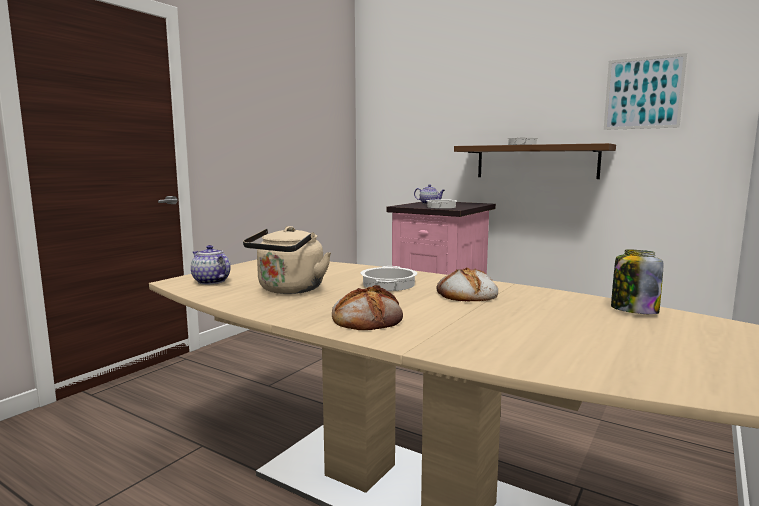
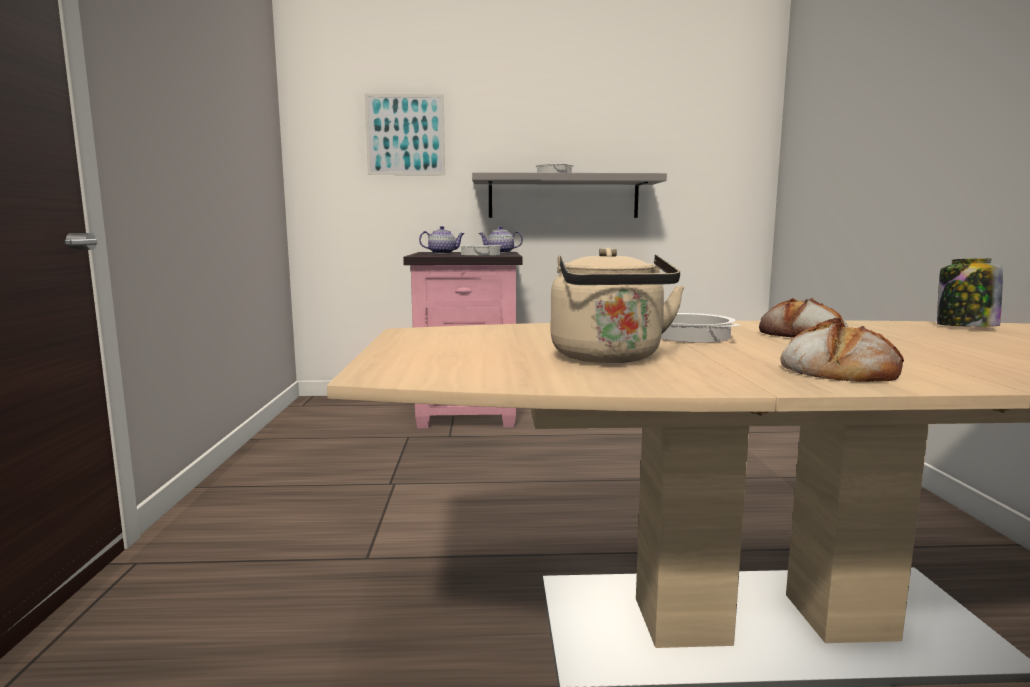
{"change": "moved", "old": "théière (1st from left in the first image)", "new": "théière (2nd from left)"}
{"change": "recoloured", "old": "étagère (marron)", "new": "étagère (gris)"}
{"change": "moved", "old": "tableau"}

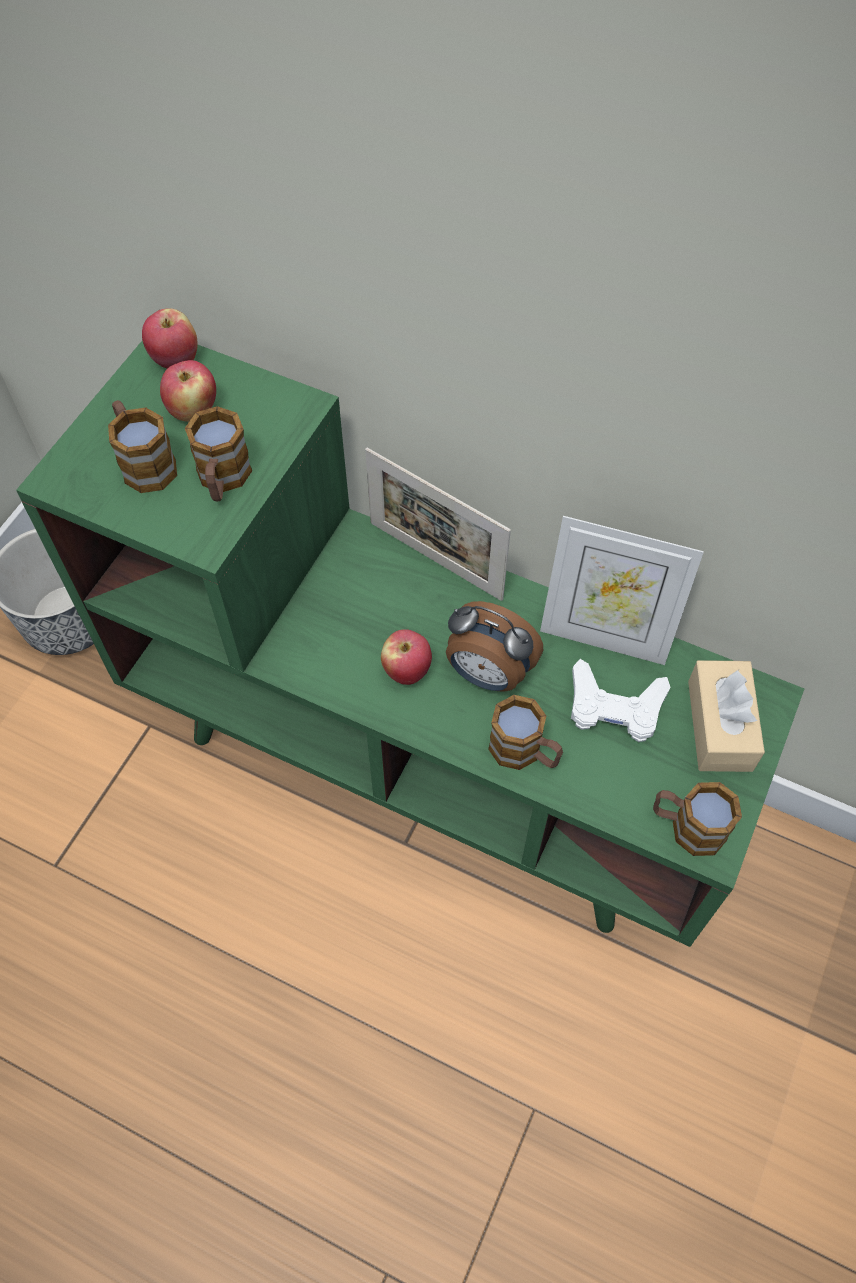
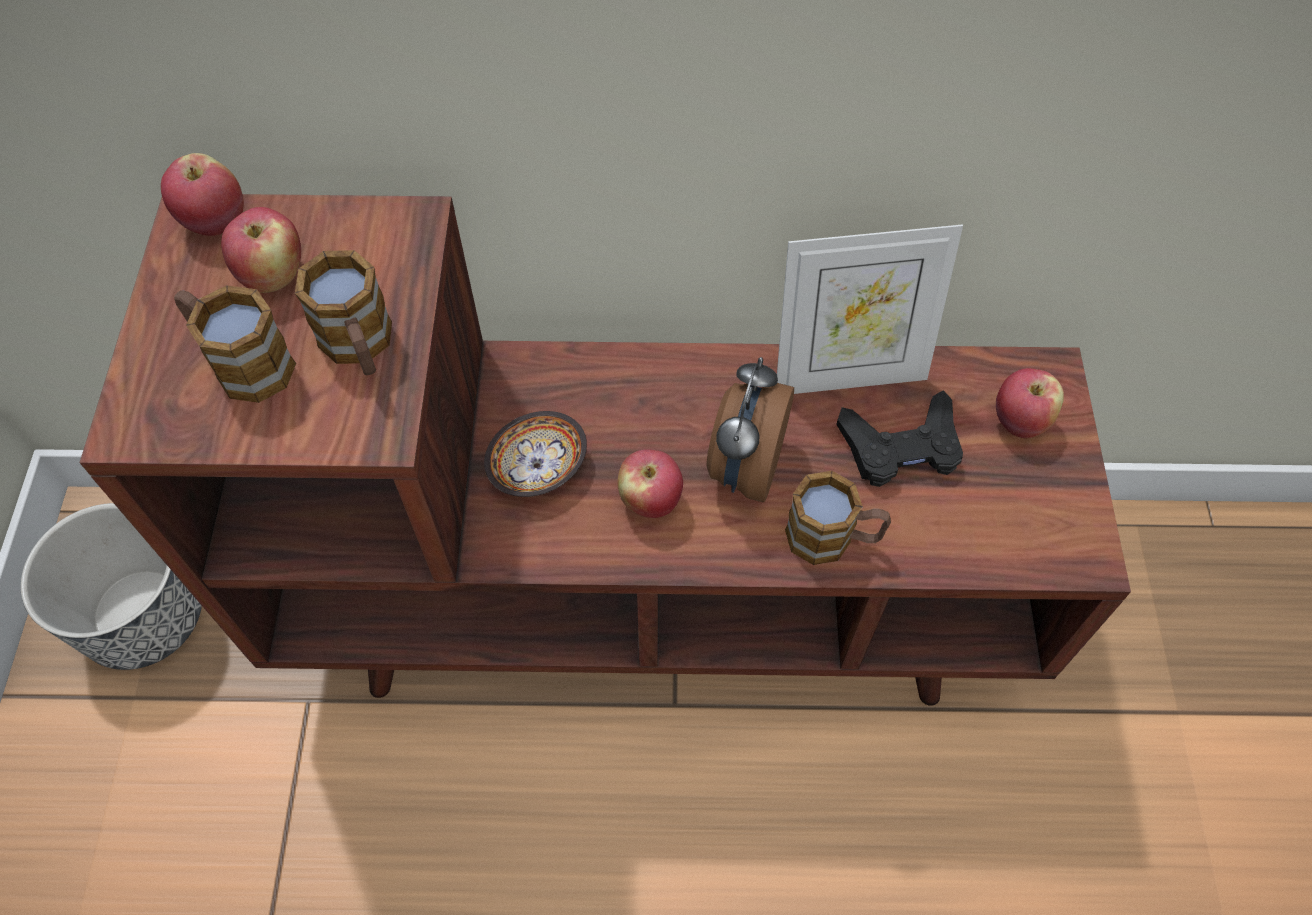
{"change": "recoloured", "old": "meuble télé (vert)", "new": "meuble télé (marron)"}
{"change": "removed", "old": "cadre photo (1st from left)"}
{"change": "turned", "old": "réveil", "degrees": 105}
{"change": "recoloured", "old": "manette (blanc)", "new": "manette (noir)"}
{"change": "removed", "old": "mug (4th from left)"}
{"change": "replaced", "old": "boîte à mouchoirs (beige)", "new": "pomme (4th from left)"}
{"change": "added", "new": "bol"}

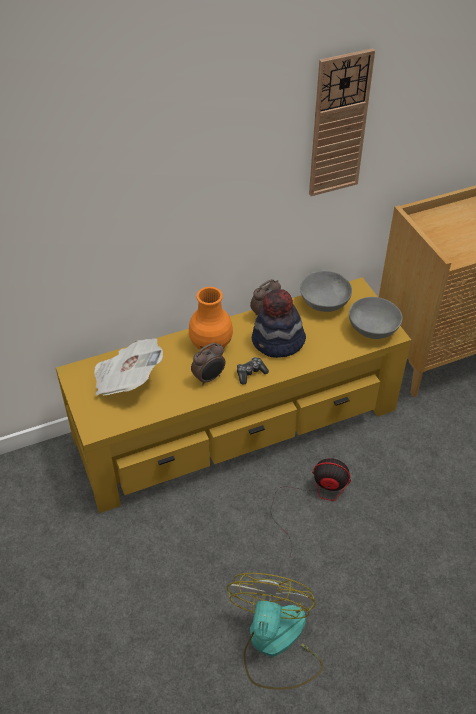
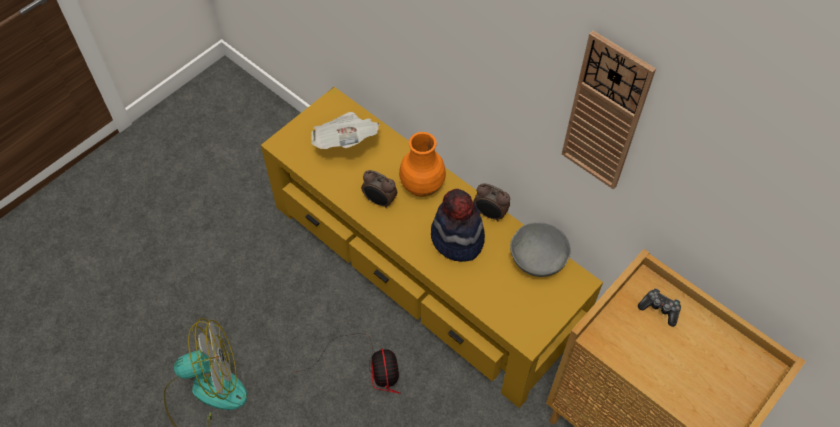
{"change": "moved", "old": "manette"}
{"change": "removed", "old": "bol (gris) (2nd from left)"}

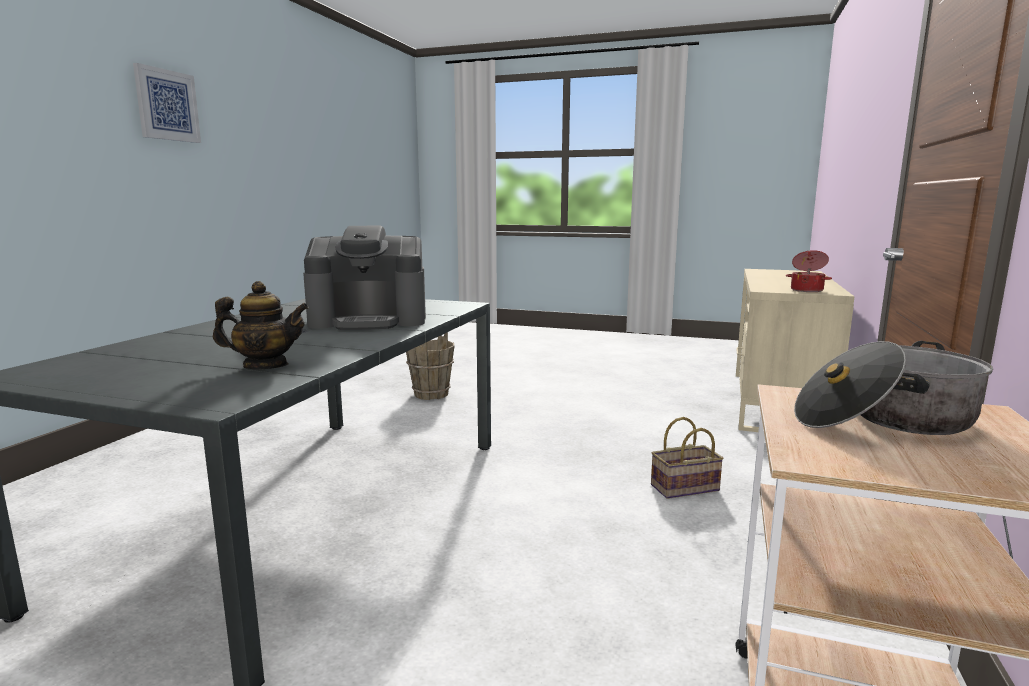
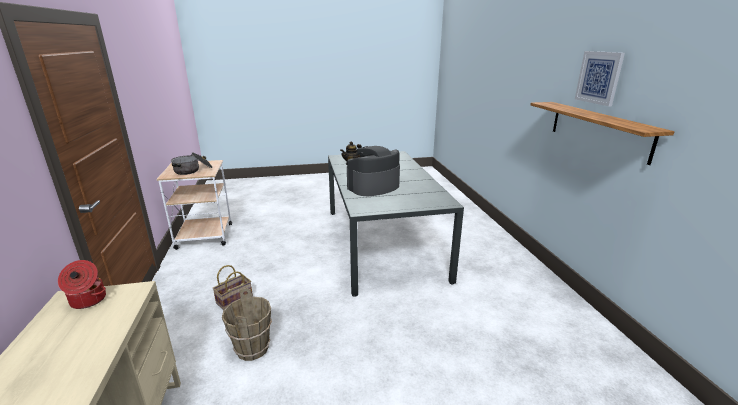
{"change": "moved", "old": "seau (marron)"}
{"change": "added", "new": "étagère"}

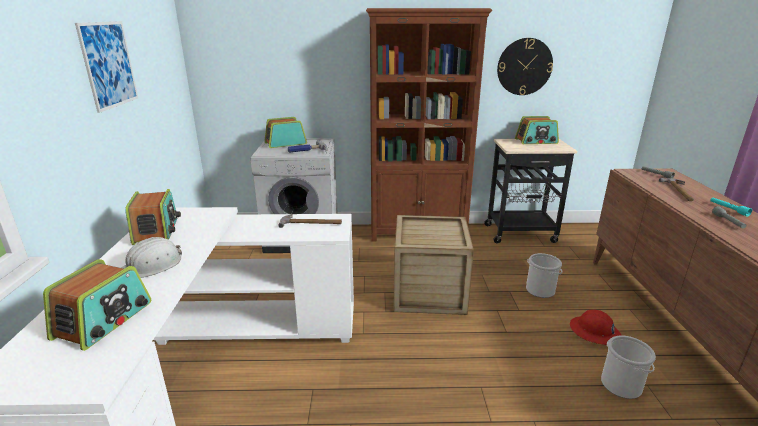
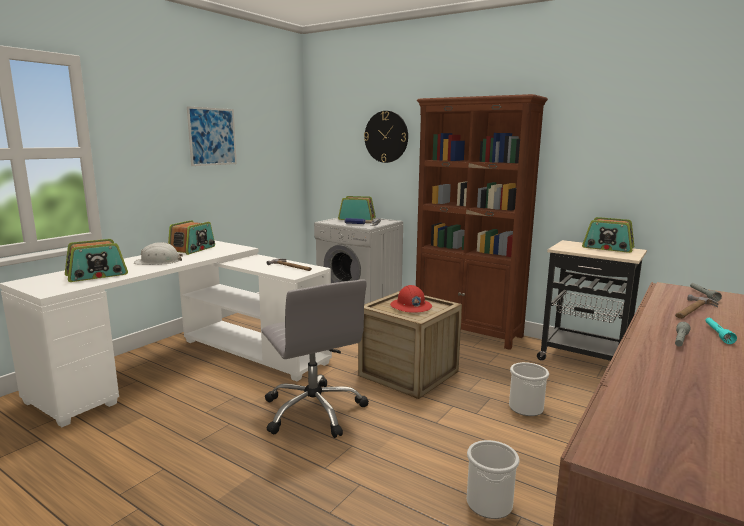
{"change": "moved", "old": "horloge murale"}
{"change": "moved", "old": "casque de chantier (rouge)"}
{"change": "added", "new": "chaise de bureau (gris)"}

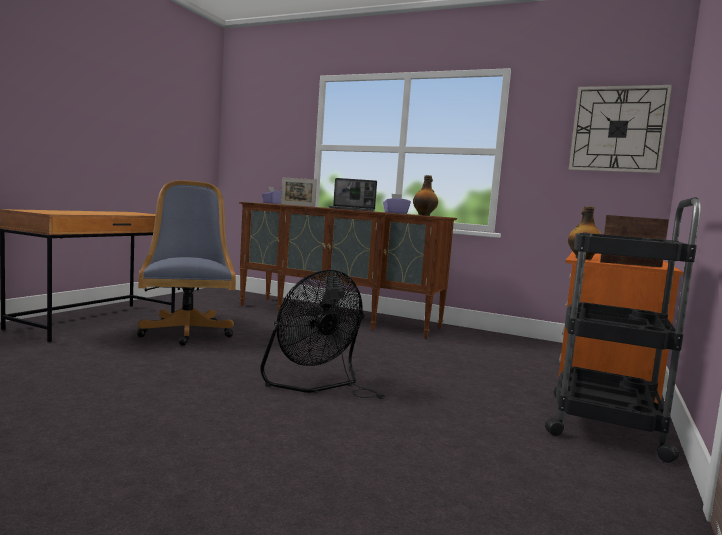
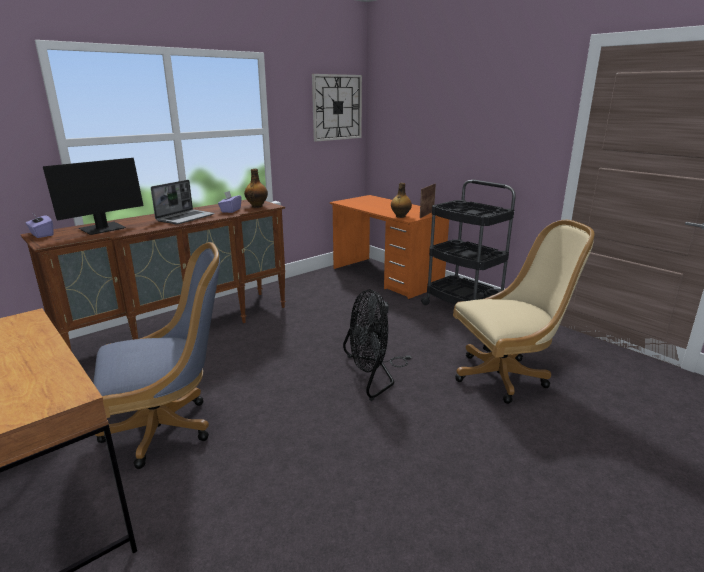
{"change": "turned", "old": "chaise de bureau (bleu)", "degrees": 150}
{"change": "replaced", "old": "cadre photo (1st from left)", "new": "écran d'ordinateur"}
{"change": "added", "new": "chaise de bureau (beige)"}

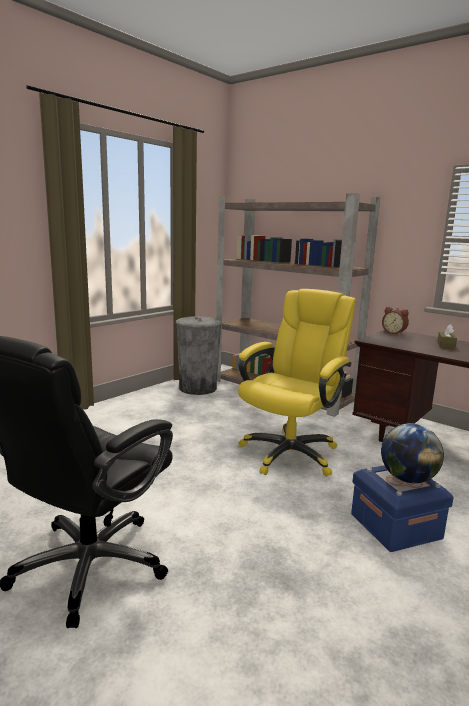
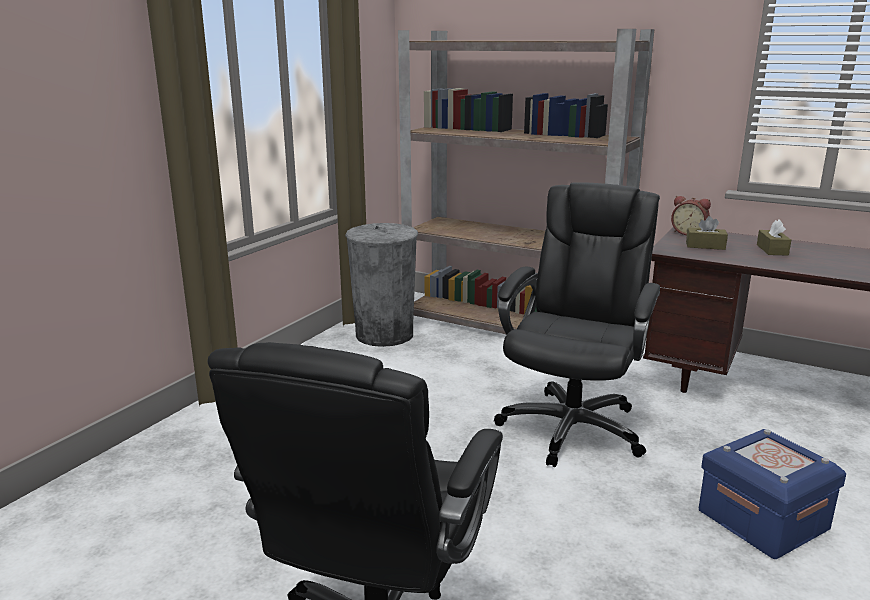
{"change": "recoloured", "old": "chaise de bureau (jaune)", "new": "chaise de bureau (noir) (2nd from left)"}
{"change": "removed", "old": "globe"}
{"change": "added", "new": "boîte à mouchoirs (marron) (1st from left)"}

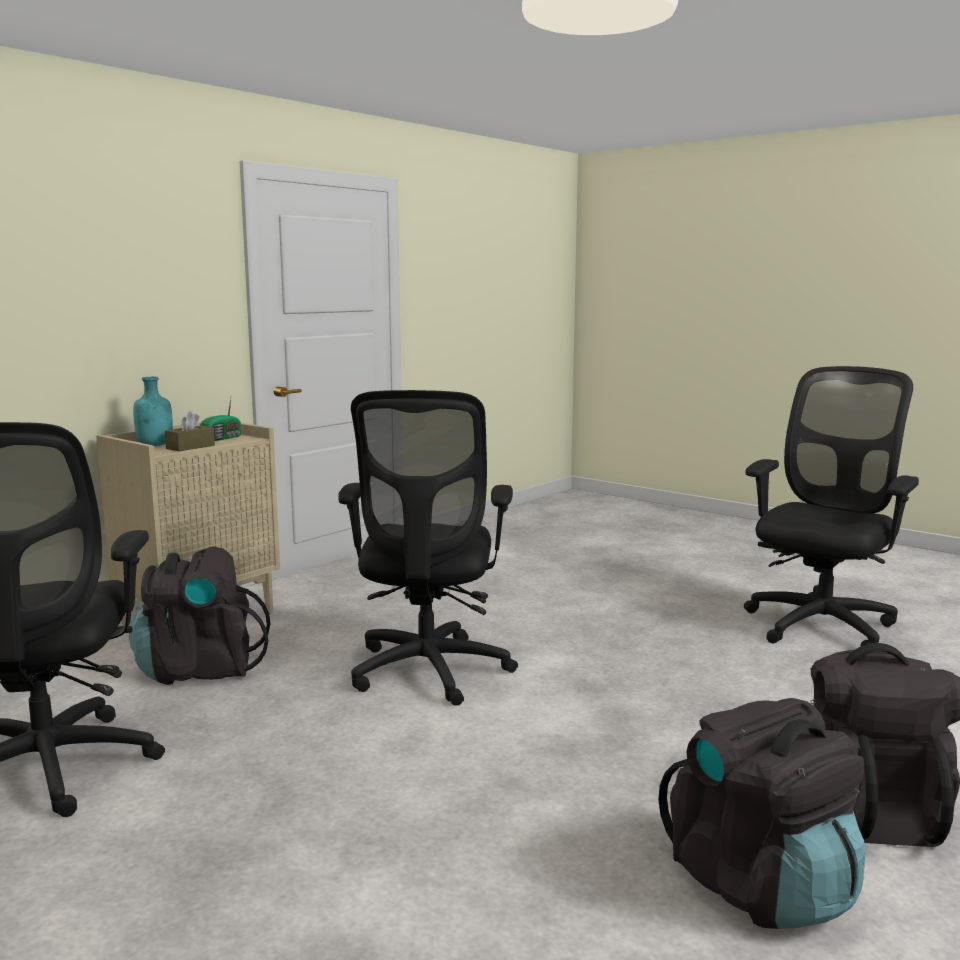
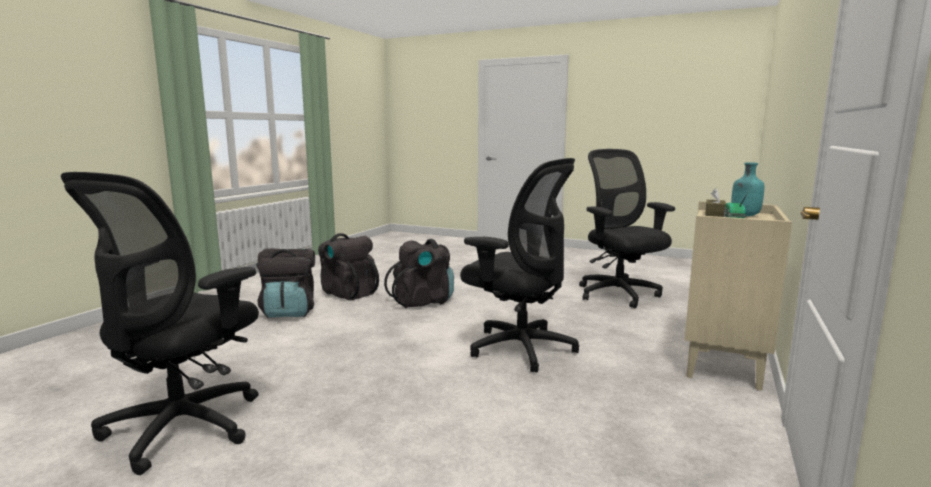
{"change": "moved", "old": "sac à dos (noir) (1st from left in the first image)", "new": "sac à dos (noir) (3rd from left)"}
{"change": "turned", "old": "chaise de bureau (noir) (2nd from left)", "degrees": 135}

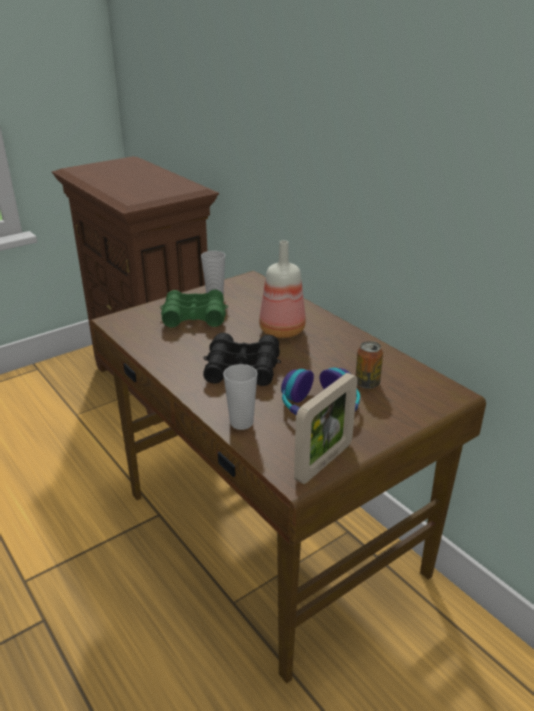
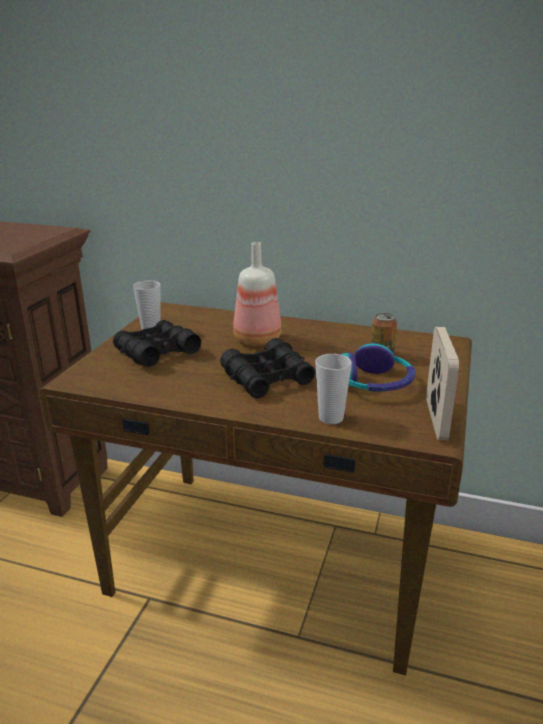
{"change": "recoloured", "old": "jumelles (vert)", "new": "jumelles (noir) (1st from left)"}

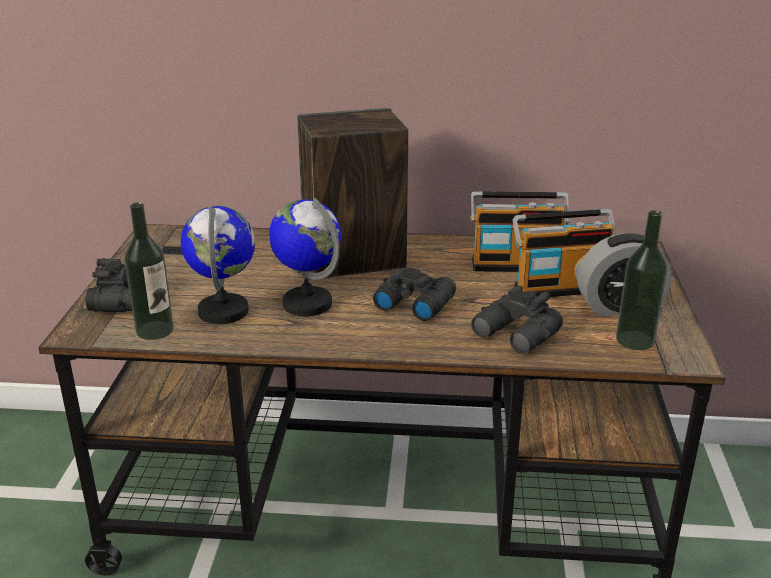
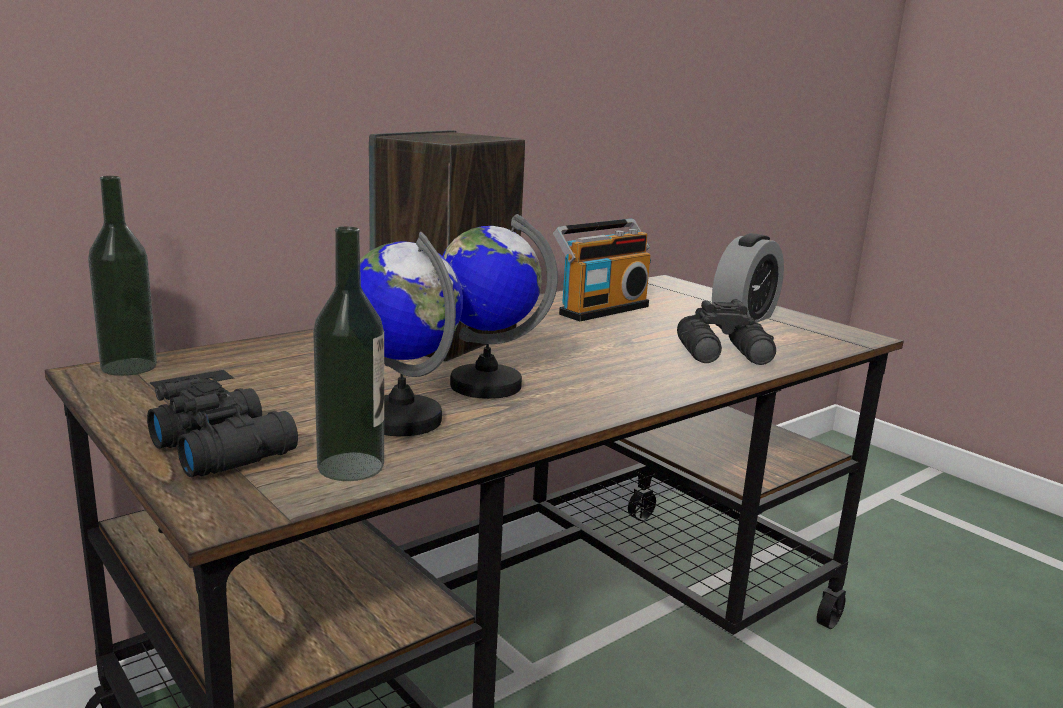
{"change": "removed", "old": "jumelles (noir) (2nd from left)"}
{"change": "removed", "old": "radio (2nd from left)"}
{"change": "moved", "old": "bouteille (2nd from left in the first image)", "new": "bouteille (1st from left)"}

